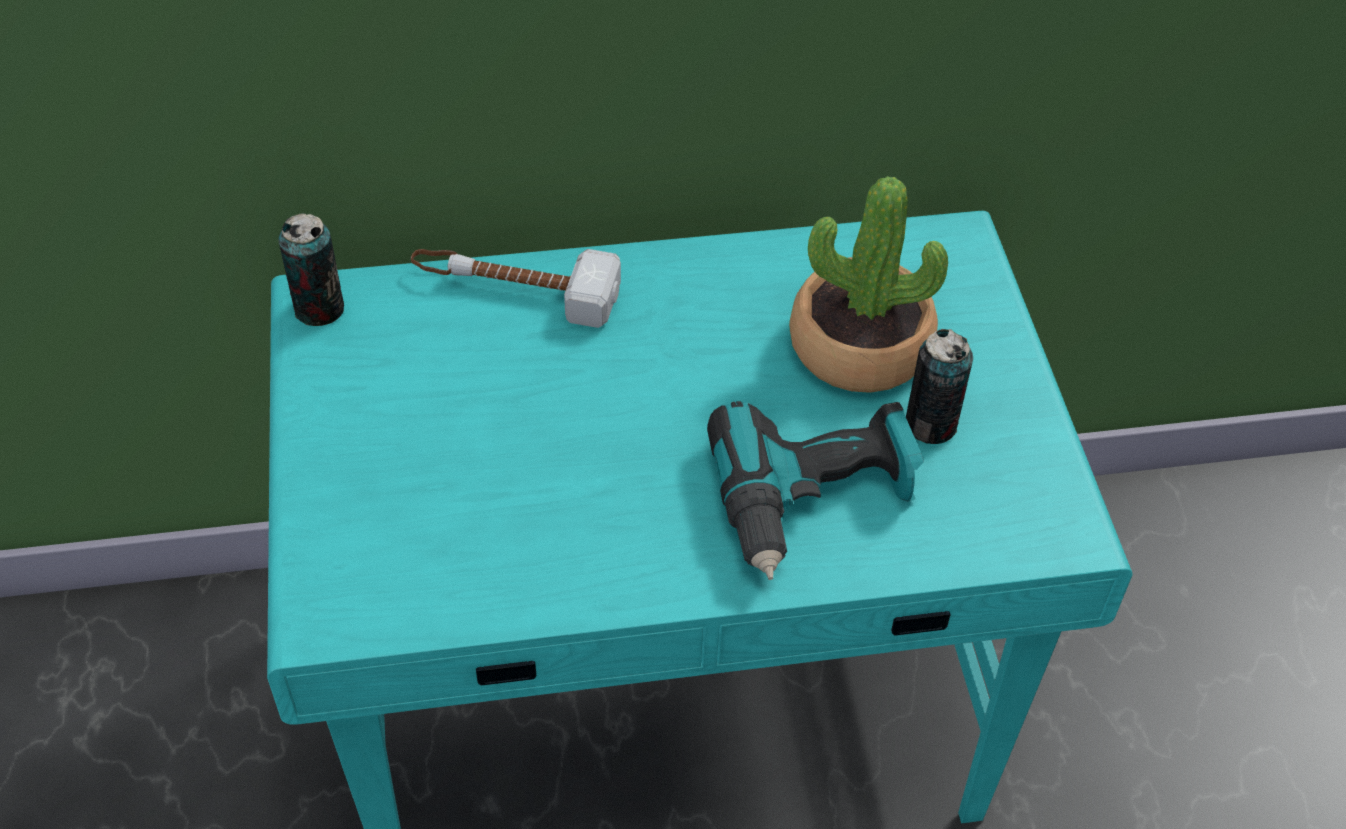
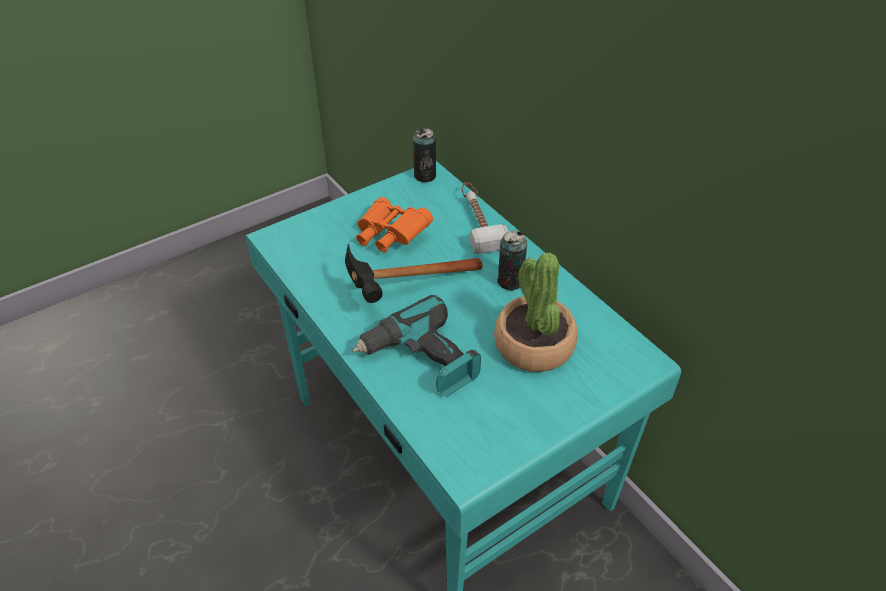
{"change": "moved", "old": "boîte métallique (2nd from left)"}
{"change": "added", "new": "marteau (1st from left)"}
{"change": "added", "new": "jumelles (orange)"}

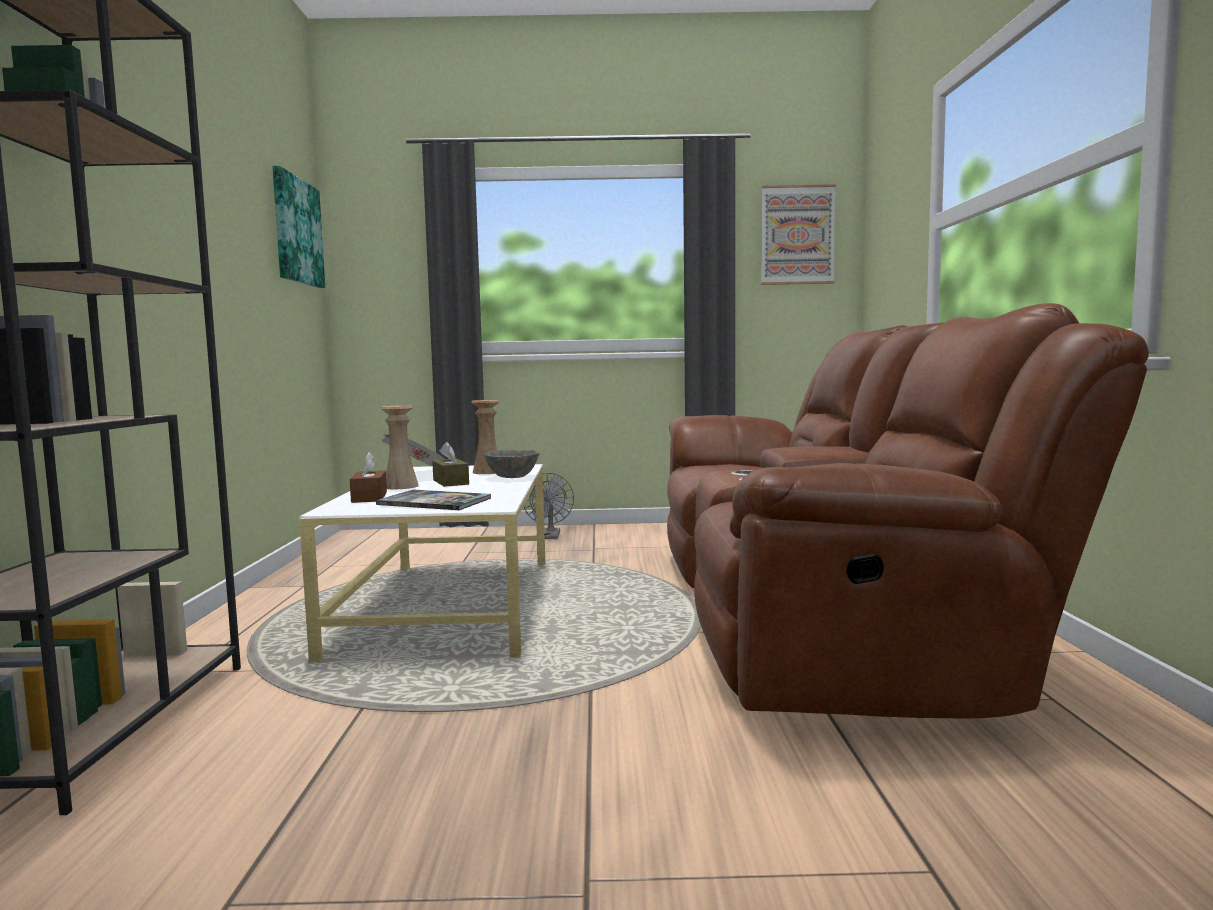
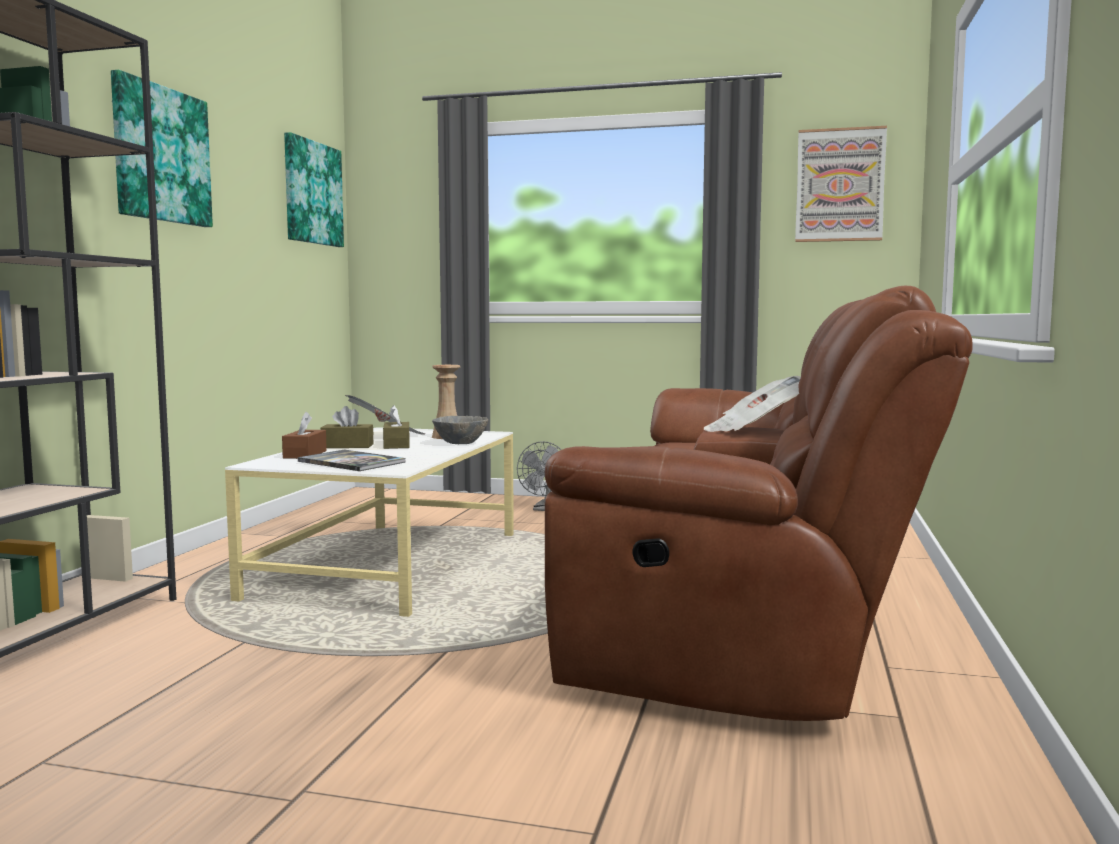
{"change": "replaced", "old": "vase (beige) (1st from left)", "new": "boîte à mouchoirs (marron) (2nd from left)"}
{"change": "added", "new": "tableau (1st from left)"}
{"change": "added", "new": "journal (2nd from left)"}

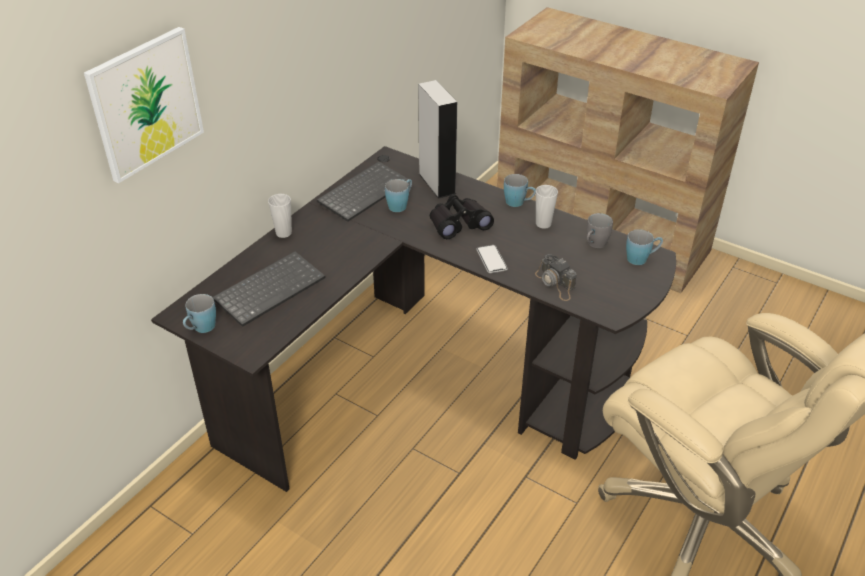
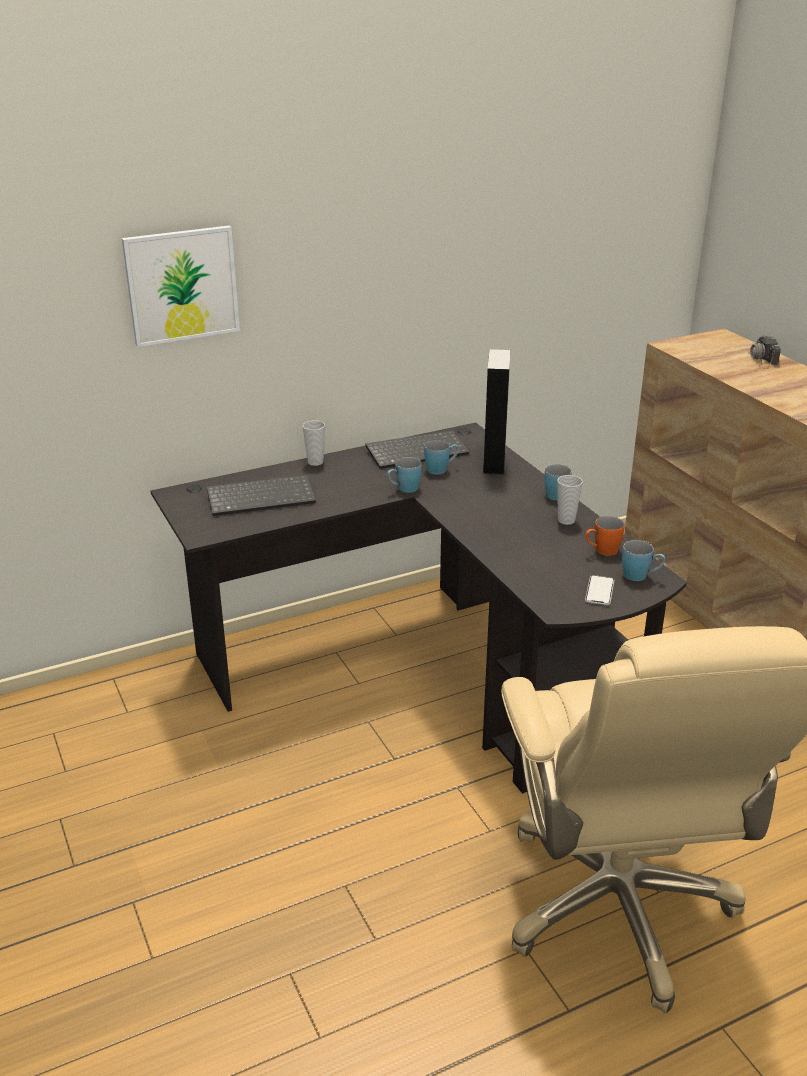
{"change": "moved", "old": "mug (bleu) (1st from left)"}
{"change": "removed", "old": "jumelles (noir)"}
{"change": "moved", "old": "téléphone"}
{"change": "moved", "old": "appareil photo"}
{"change": "recoloured", "old": "mug (gris)", "new": "mug (orange)"}

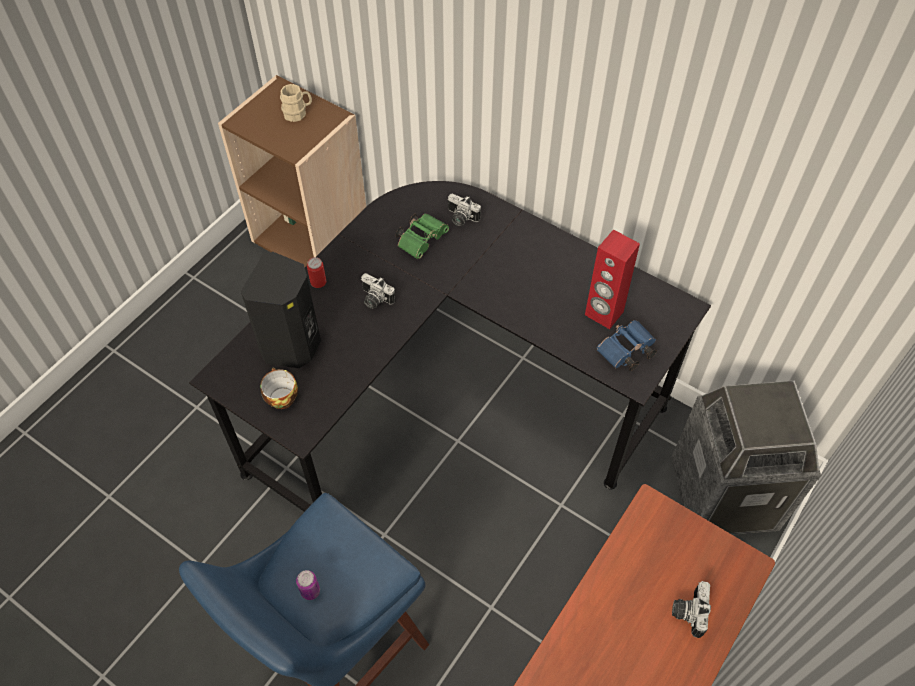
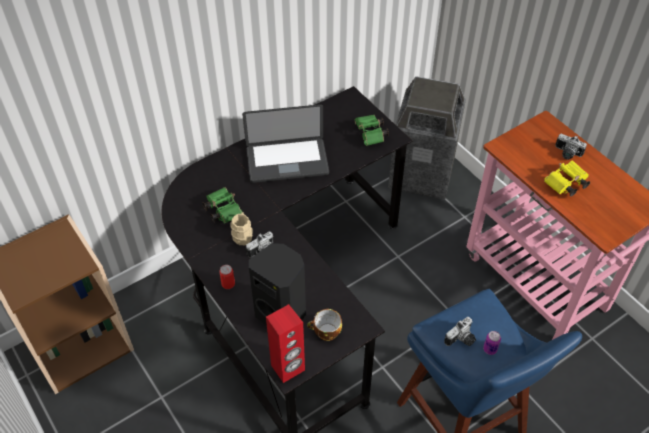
{"change": "moved", "old": "mug (beige)"}
{"change": "moved", "old": "appareil photo (2nd from left)"}
{"change": "moved", "old": "enceinte (rouge)"}
{"change": "recoloured", "old": "jumelles (bleu)", "new": "jumelles (vert) (2nd from left)"}
{"change": "added", "new": "ordinateur portable"}
{"change": "added", "new": "jumelles (jaune)"}

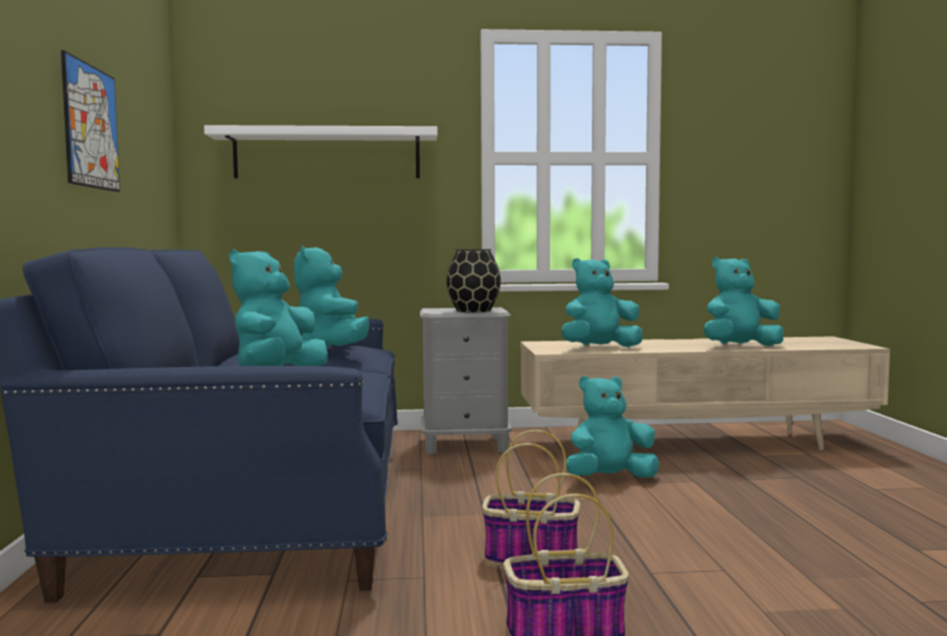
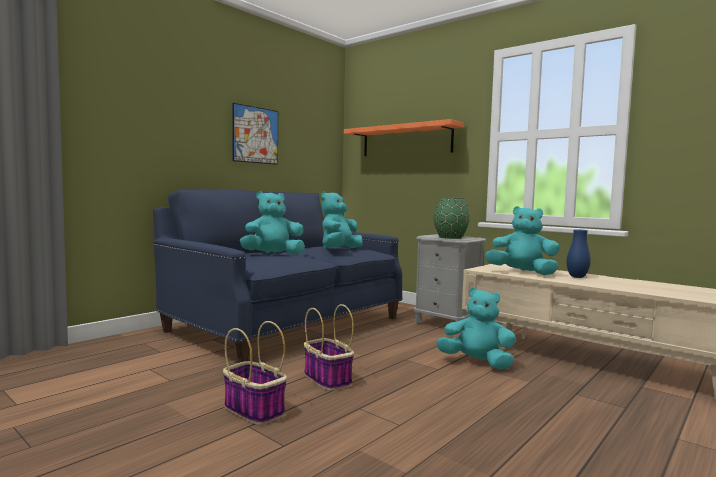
{"change": "recoloured", "old": "étagère (blanc)", "new": "étagère (orange)"}
{"change": "recoloured", "old": "vase (noir)", "new": "vase (vert)"}
{"change": "removed", "old": "peluche (turquoise) (5th from left)"}
{"change": "added", "new": "vase (bleu)"}

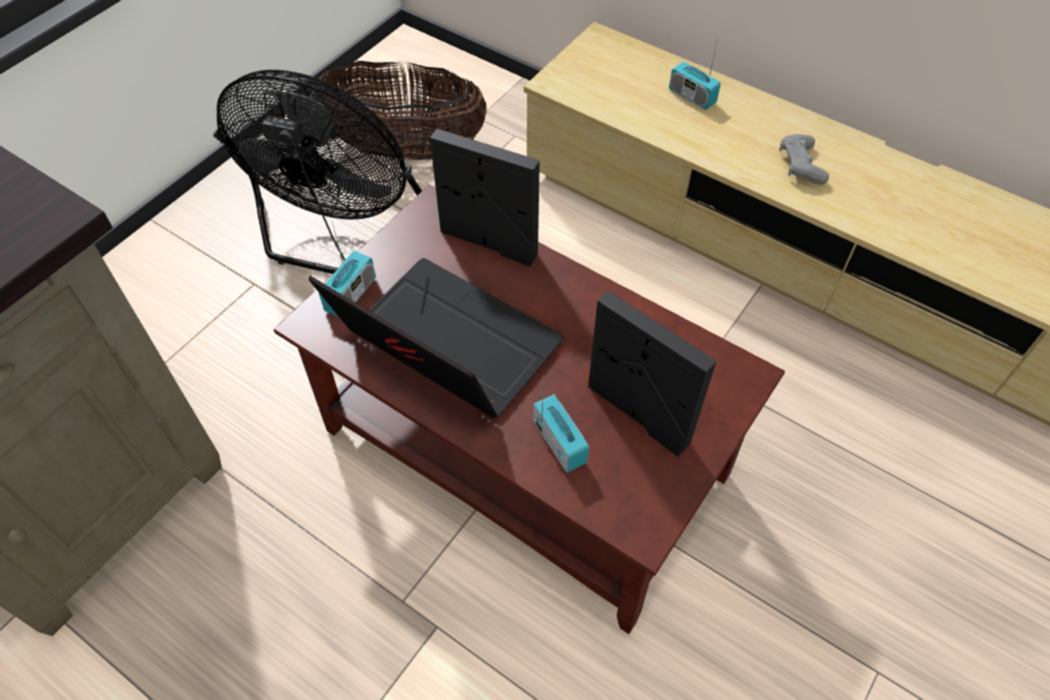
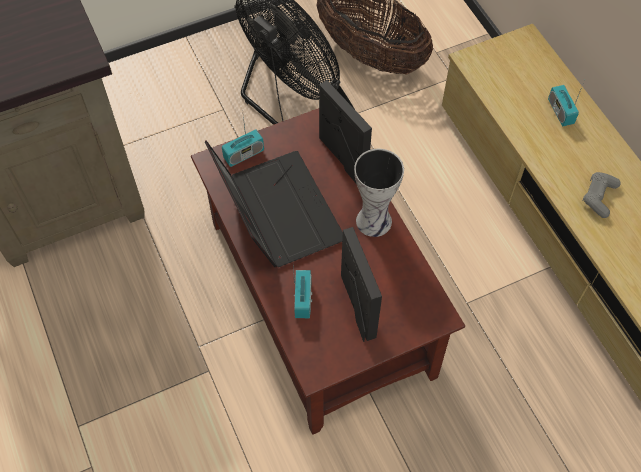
{"change": "added", "new": "vase"}

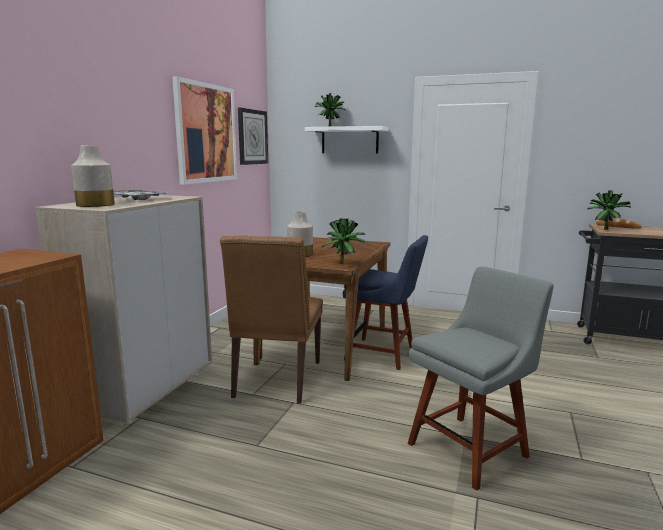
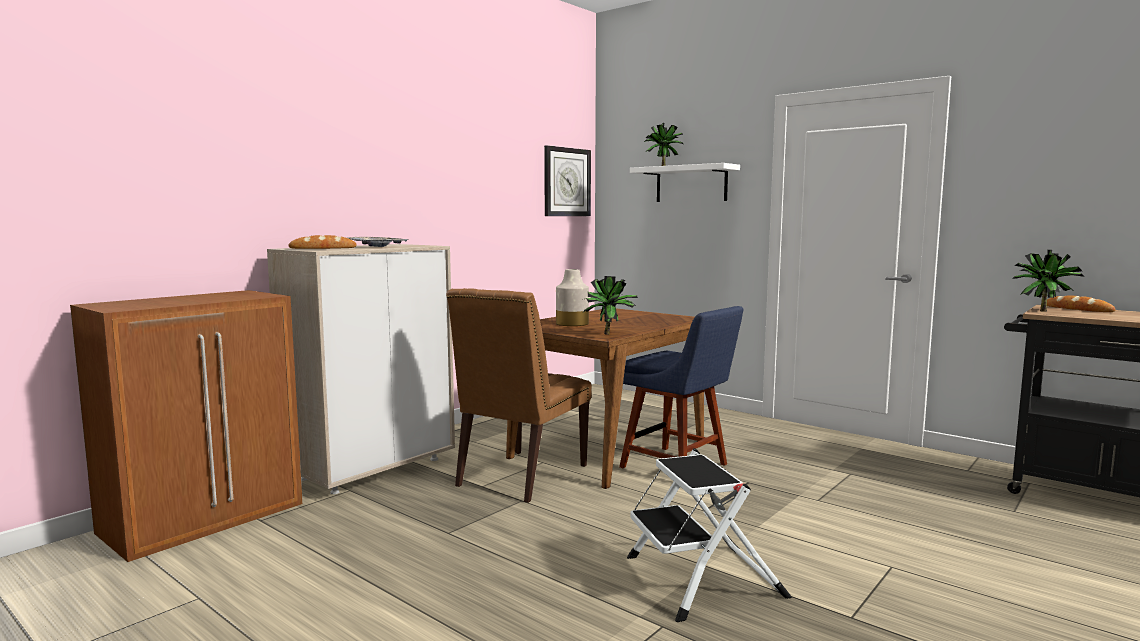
{"change": "replaced", "old": "vase (beige) (1st from left)", "new": "pain (1st from left)"}
{"change": "removed", "old": "tableau"}
{"change": "replaced", "old": "chaise (gris)", "new": "escabeau"}

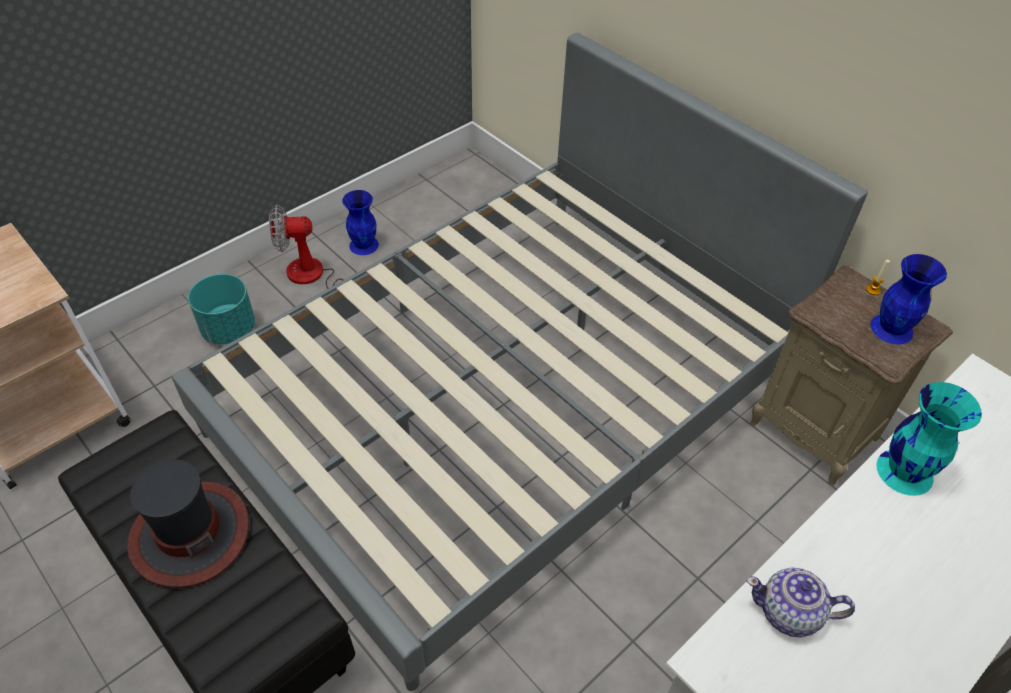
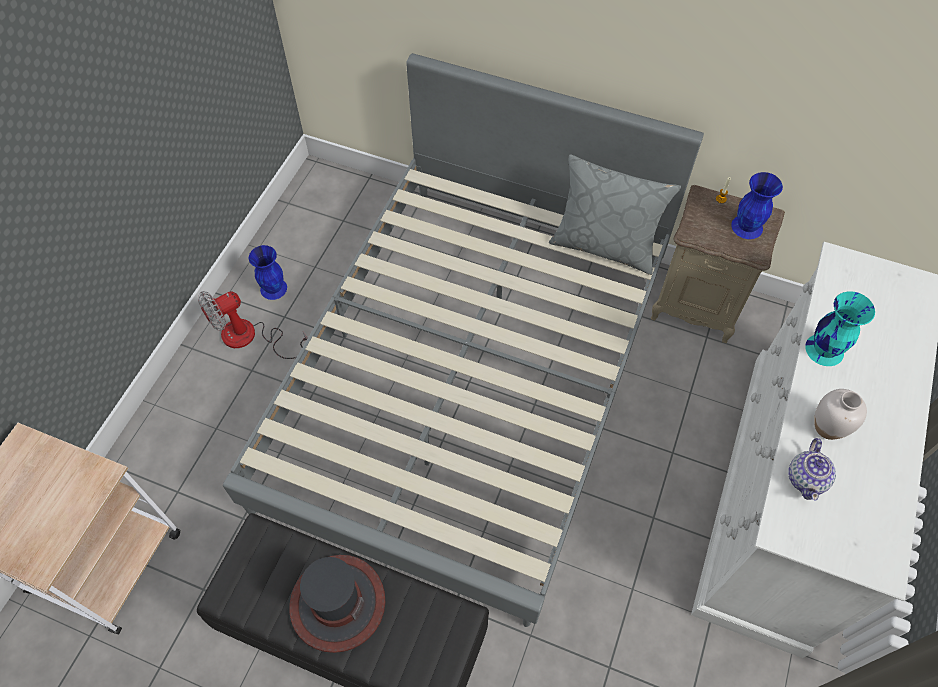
{"change": "removed", "old": "cache-pot (turquoise)"}
{"change": "turned", "old": "théière", "degrees": -60}
{"change": "added", "new": "coussin (gris)"}
{"change": "added", "new": "vase (blanc)"}

